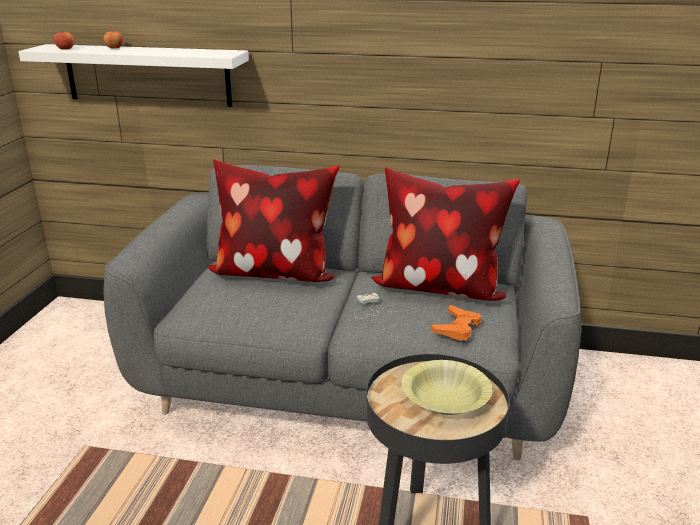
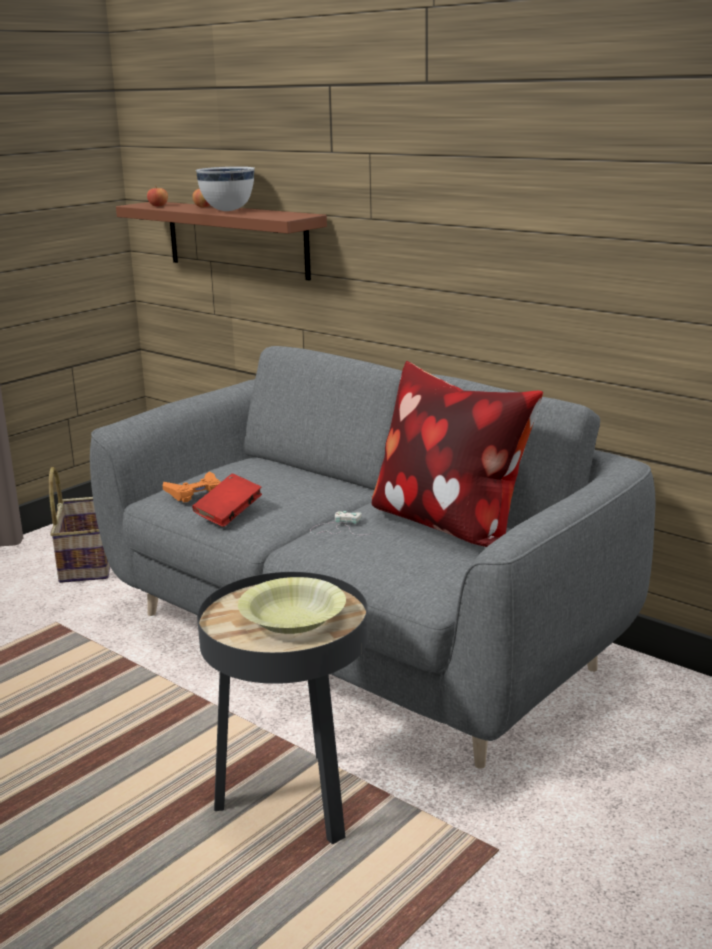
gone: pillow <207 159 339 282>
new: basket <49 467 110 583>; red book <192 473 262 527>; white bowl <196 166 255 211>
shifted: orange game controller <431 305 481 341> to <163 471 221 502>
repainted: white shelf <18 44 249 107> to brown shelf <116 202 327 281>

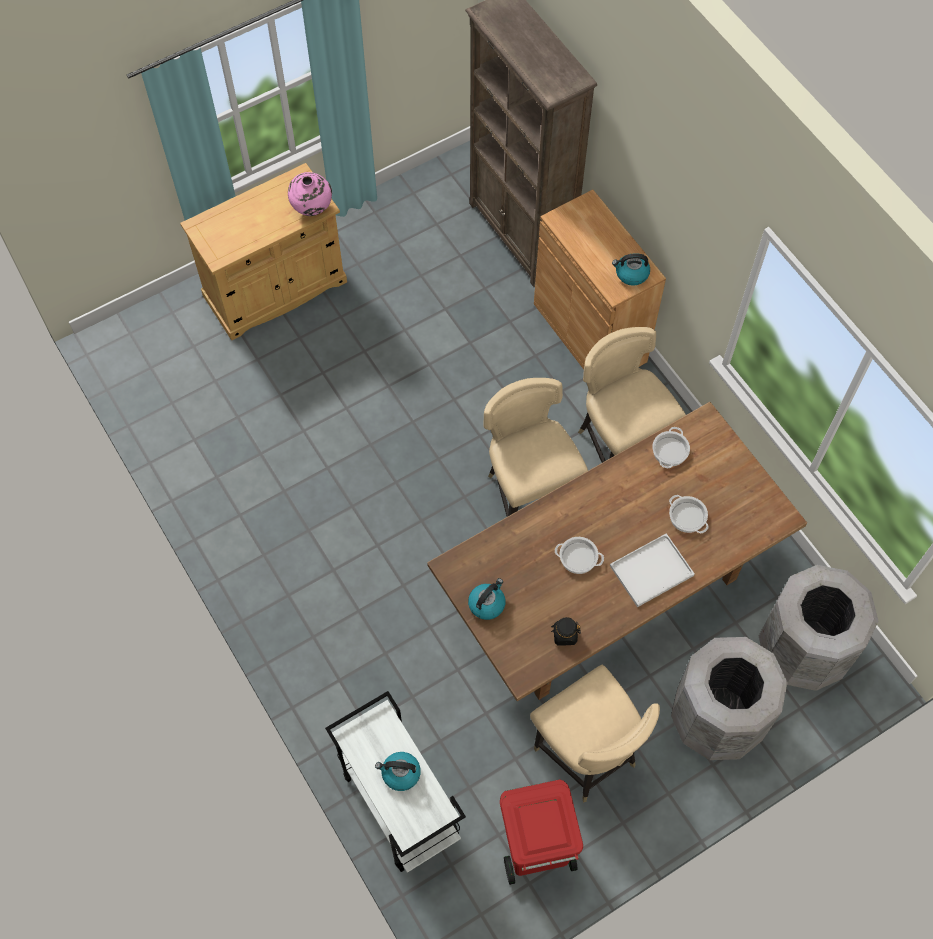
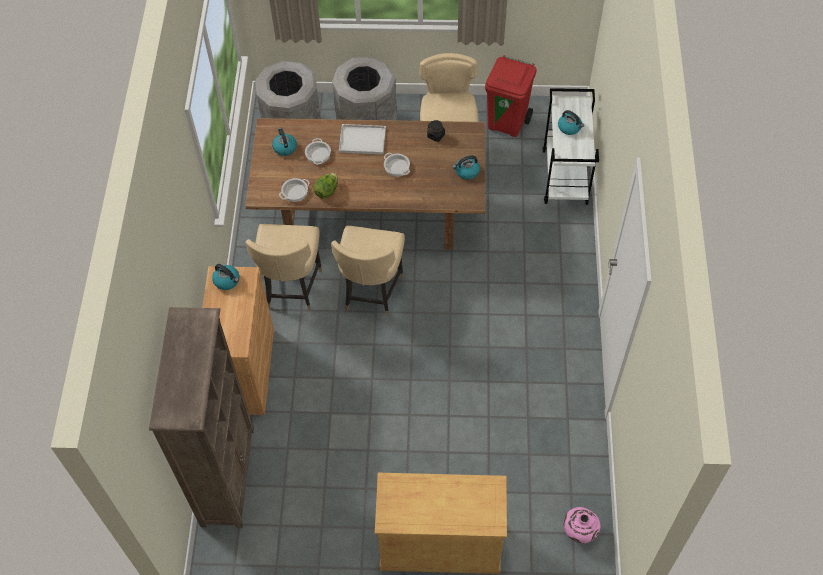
new: kettle <272 128 297 156>; lettuce <313 173 338 199>
shifted: pink vase <288 172 332 216> to <563 507 601 543>

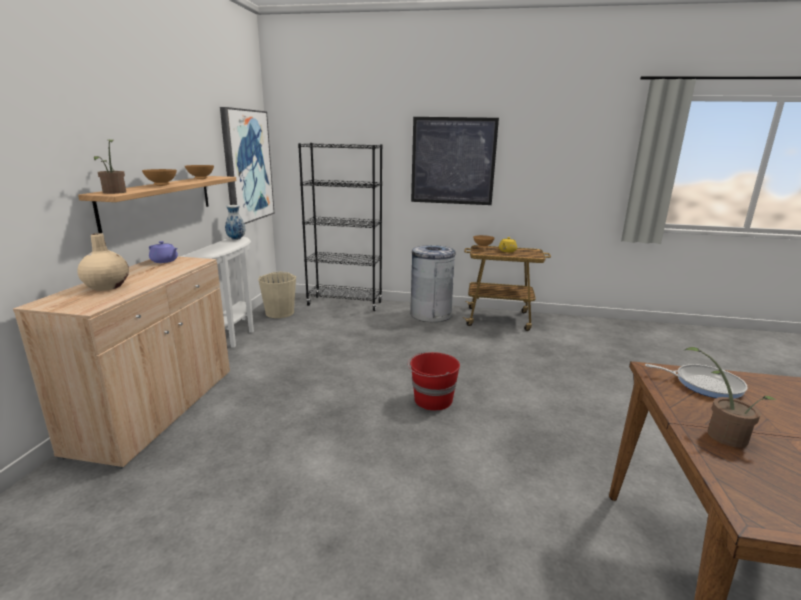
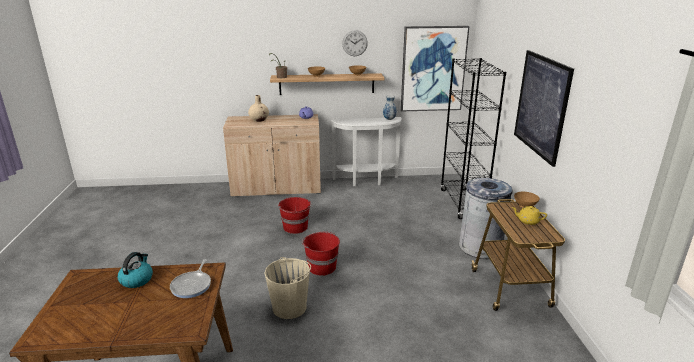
new: red bucket <279 197 311 234>; wall clock <342 30 368 56>
shifted: beige bucket <258 272 296 318> to <265 257 311 319>
swapped: potted plant <685 347 776 448> to kettle <118 252 153 288>

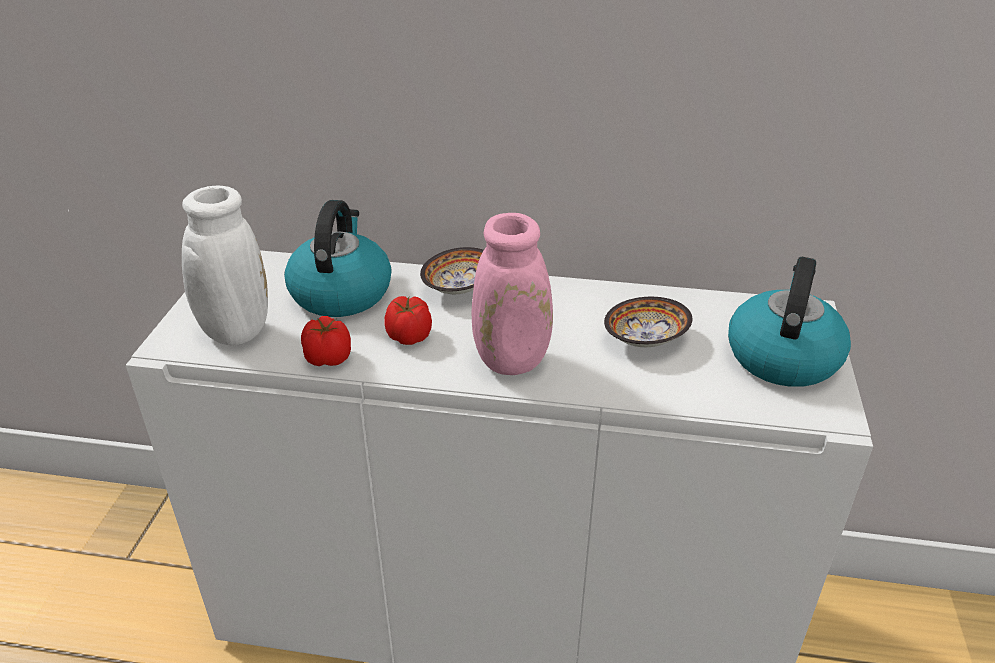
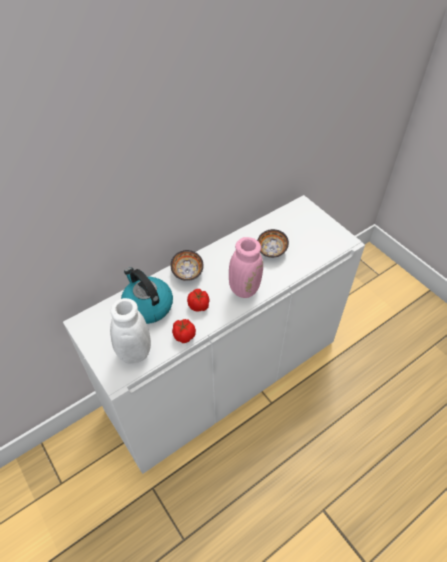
gone: kettle <728 257 851 387>

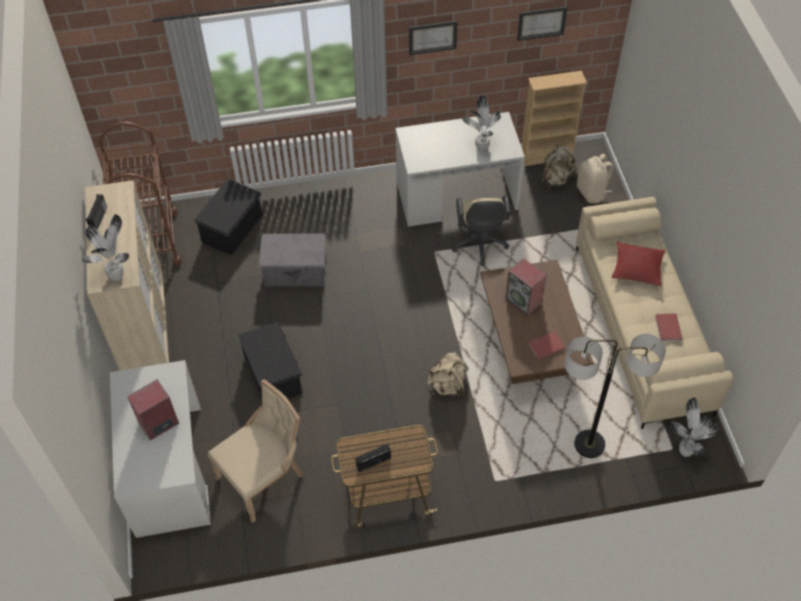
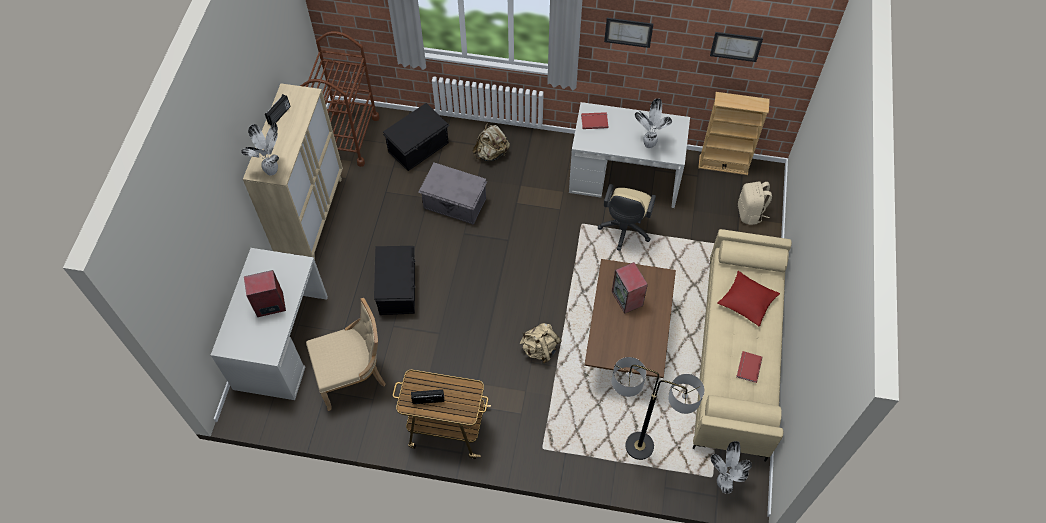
shifted: red book <528 332 566 360> to <581 112 608 129>; beige backpack <542 145 576 188> to <473 123 510 161>

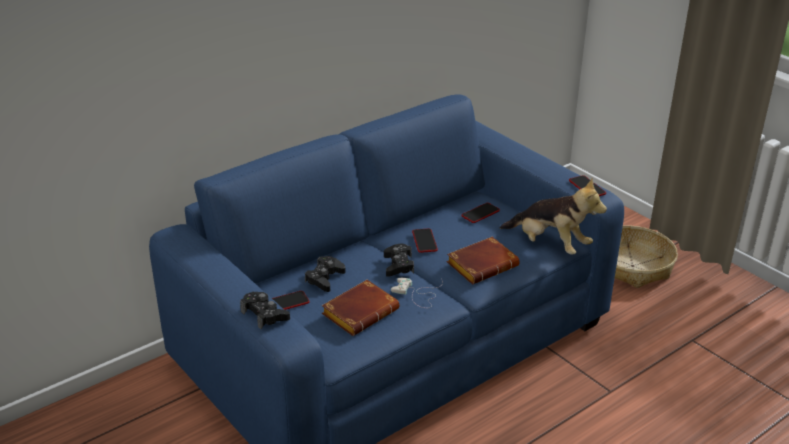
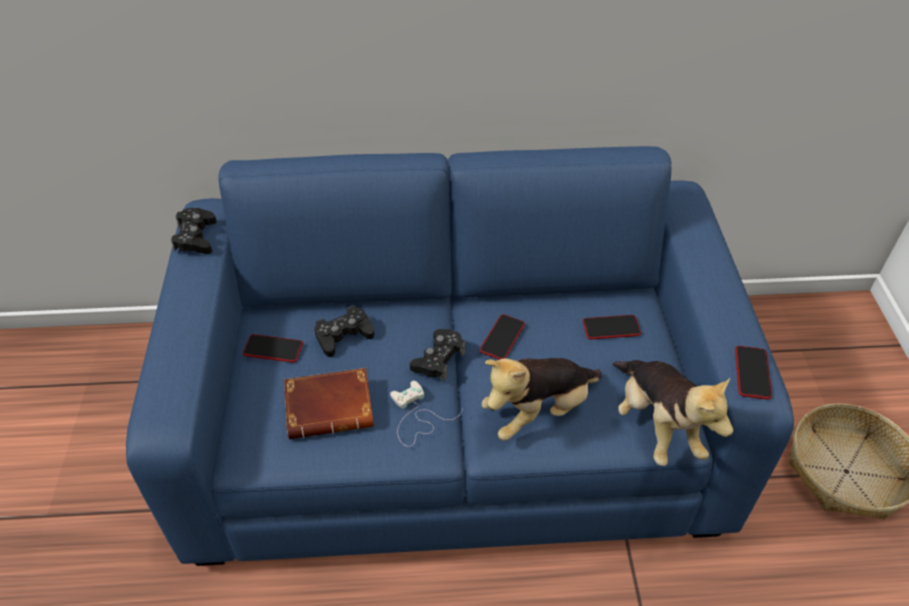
shifted: black game controller <240 291 290 329> to <171 208 217 254>
swapped: brown book <447 237 520 284> to plush toy <482 358 602 441>

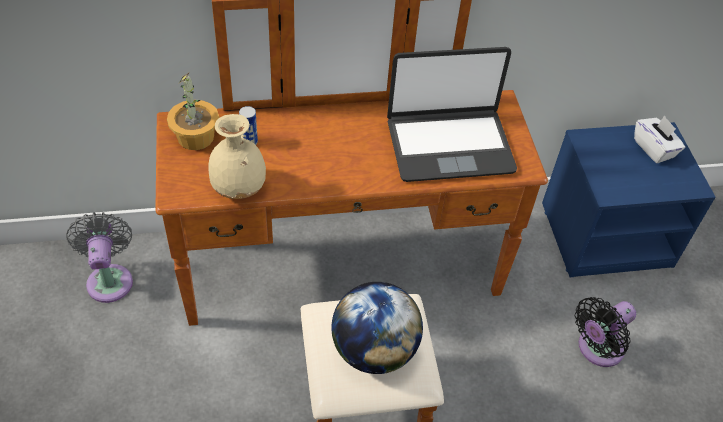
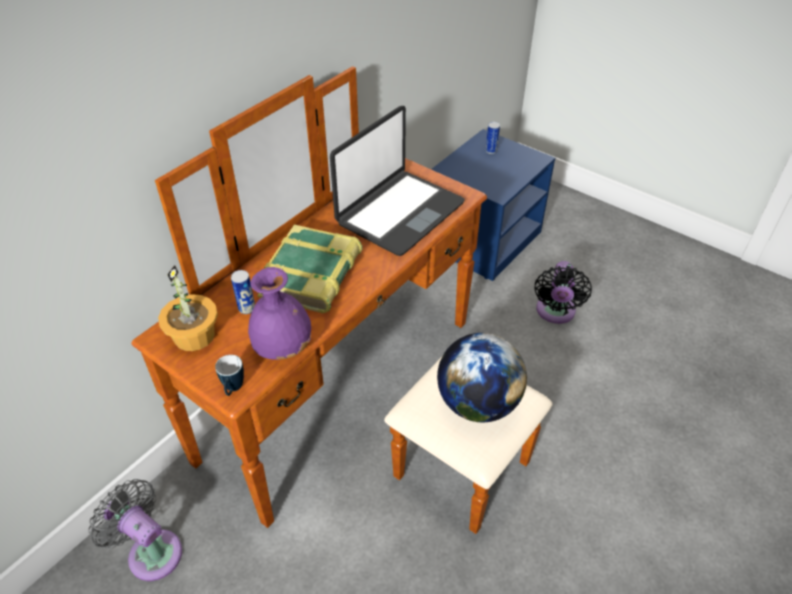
new: mug <215 355 244 396>; book <258 225 363 313>
swapped: white tissue box <634 115 685 163> to can <485 122 500 154>
repainted: beige vase <209 114 266 199> to purple vase <248 267 311 360>

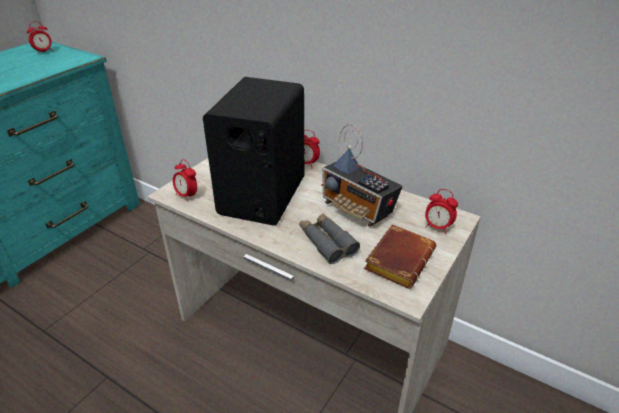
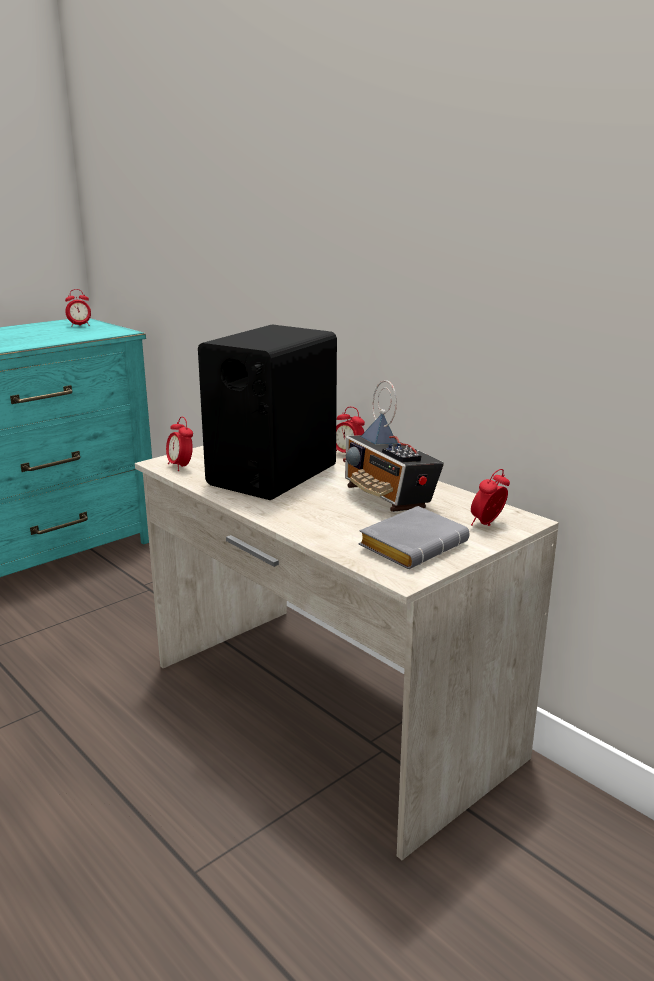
gone: grey binoculars <299 213 360 264>
repainted: brown book <364 224 436 289> to grey book <359 506 469 569>
rotated: alarm clock <425 189 458 234> = <471 469 510 526> 90 degrees clockwise

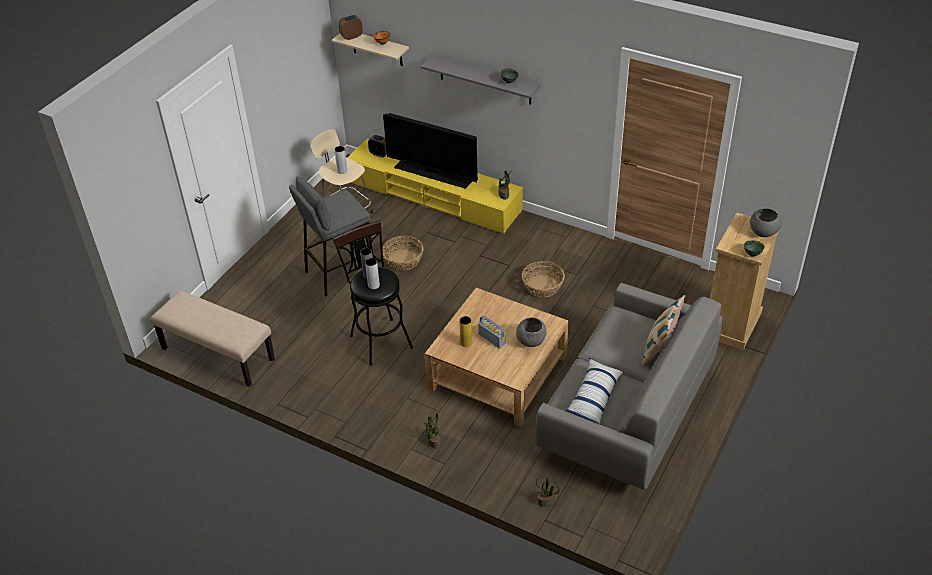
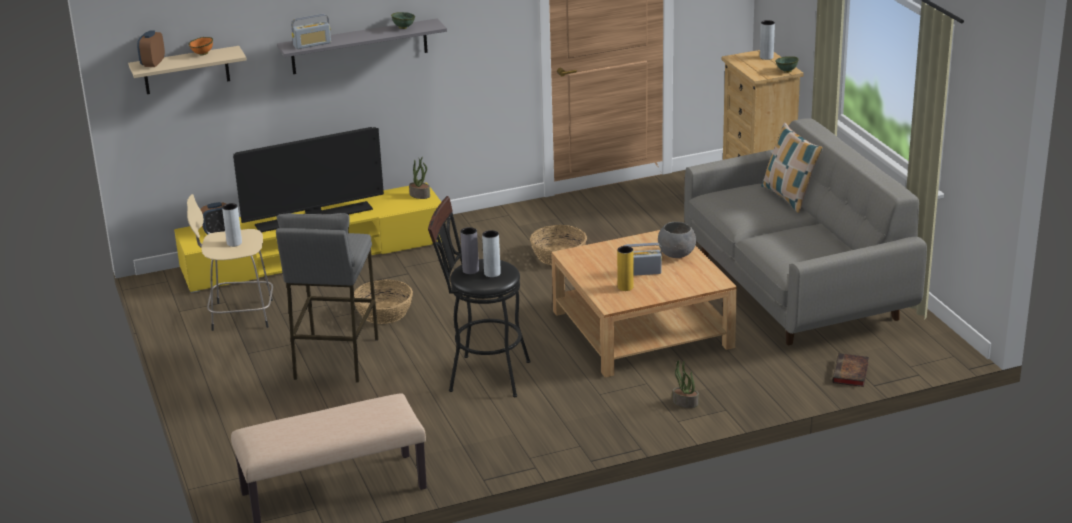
gone: pillow <566 358 624 425>
new: radio <291 14 331 49>
swapped: potted plant <536 478 560 507> to book <832 353 869 387>; grey bowl <750 208 781 237> to grey vase <760 20 775 60>

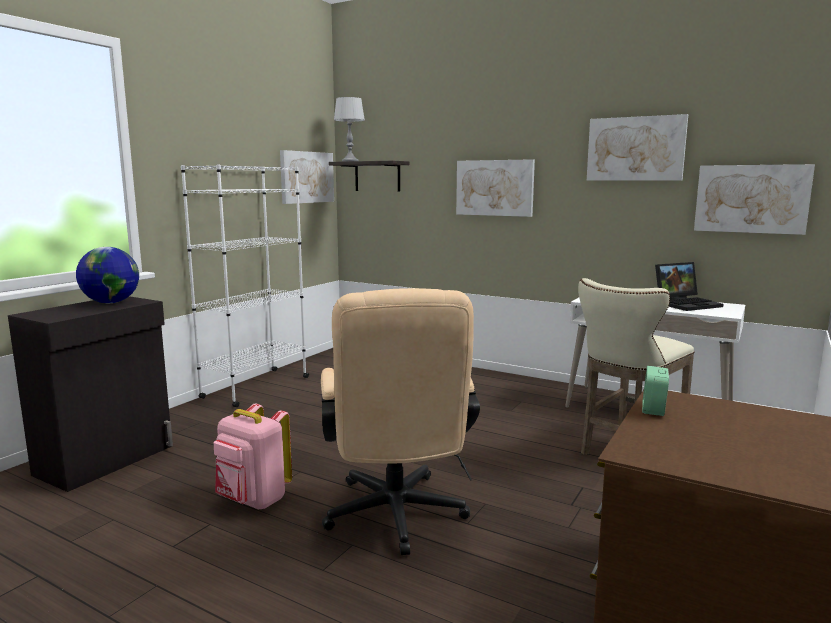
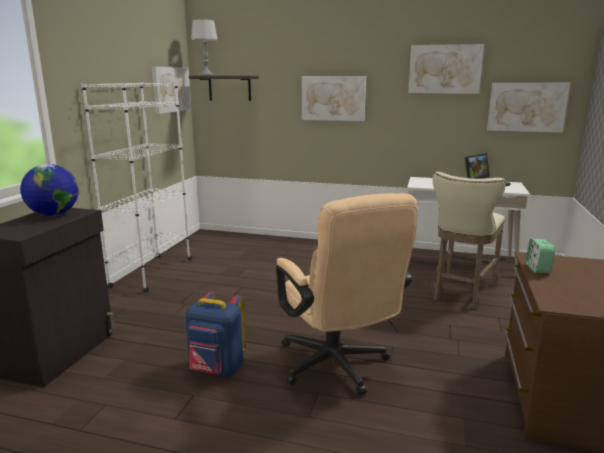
repainted: pink backpack <214 404 292 509> to blue backpack <185 292 245 377>

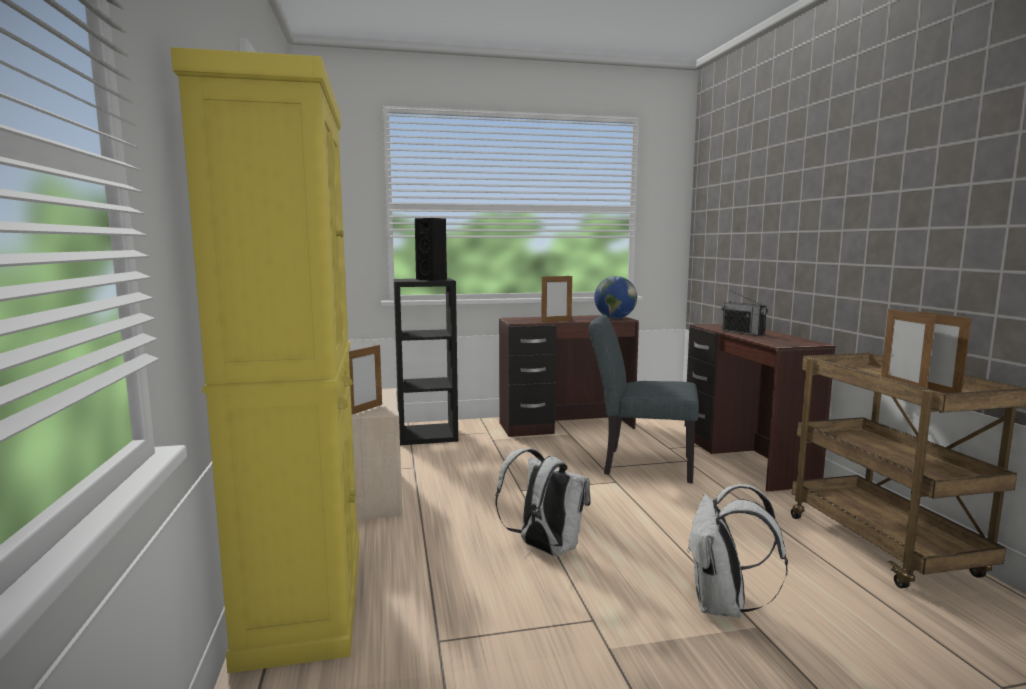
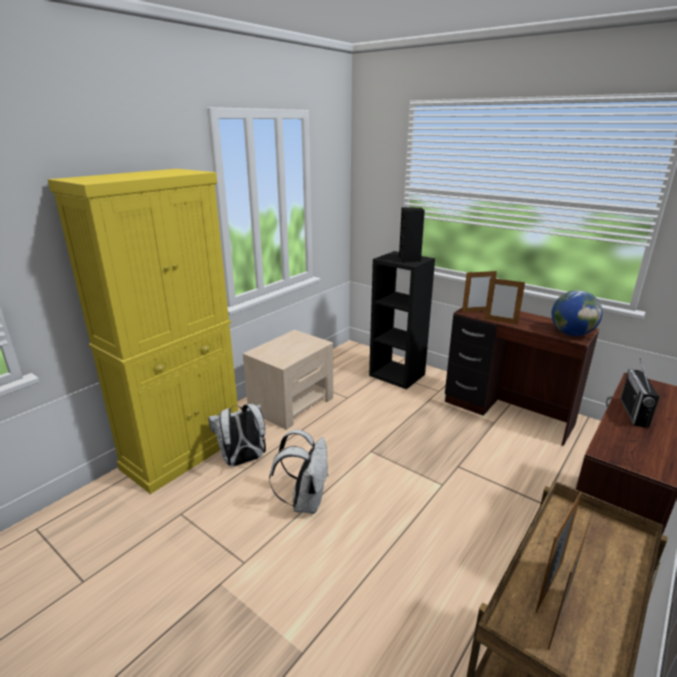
gone: grey chair <588 315 699 483>
shifted: picture frame <349 345 382 415> to <462 270 497 313>; white backpack <687 484 788 618> to <208 404 266 466>

